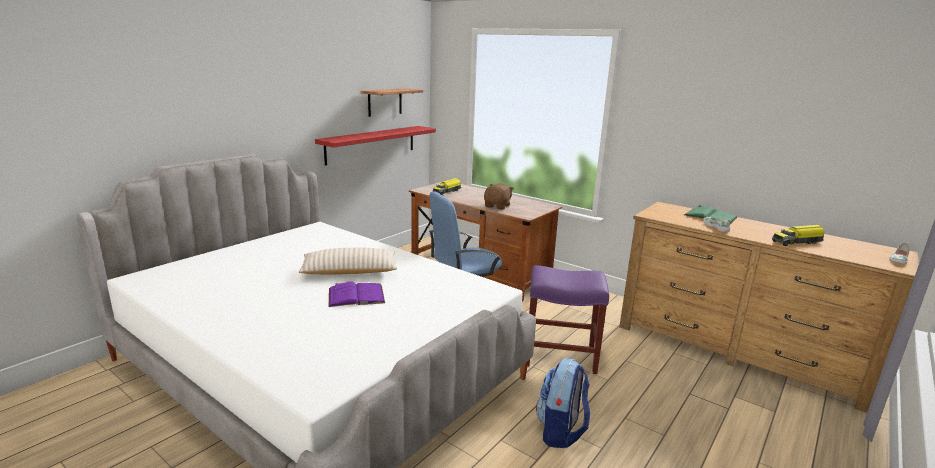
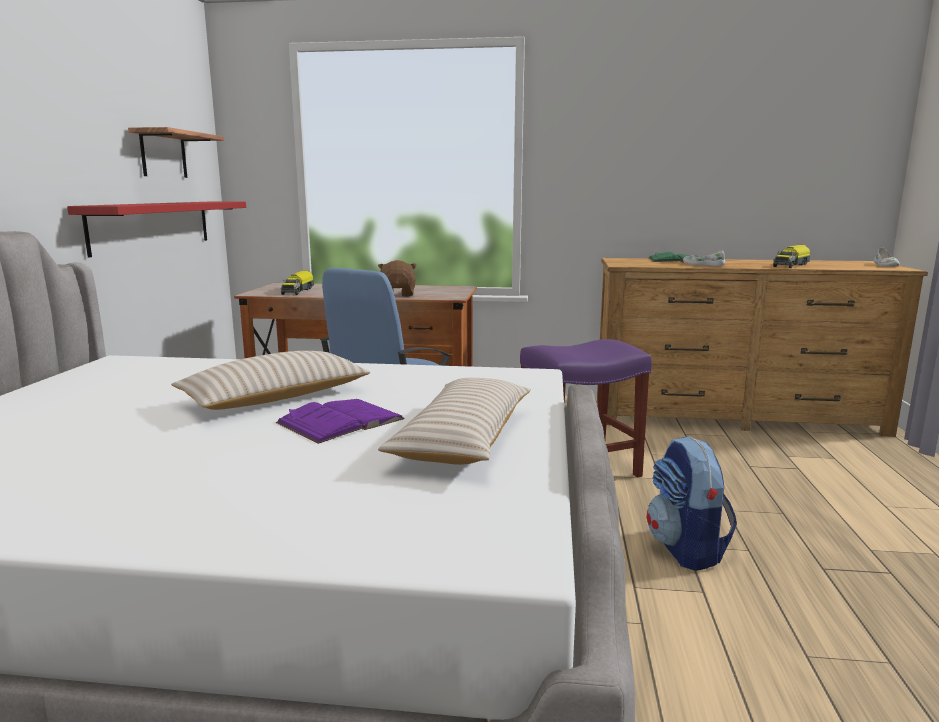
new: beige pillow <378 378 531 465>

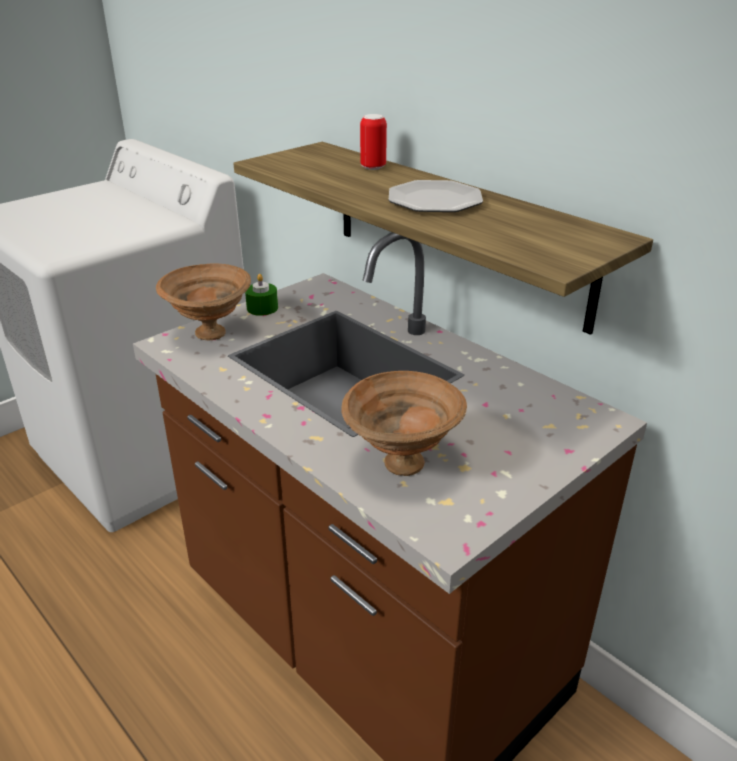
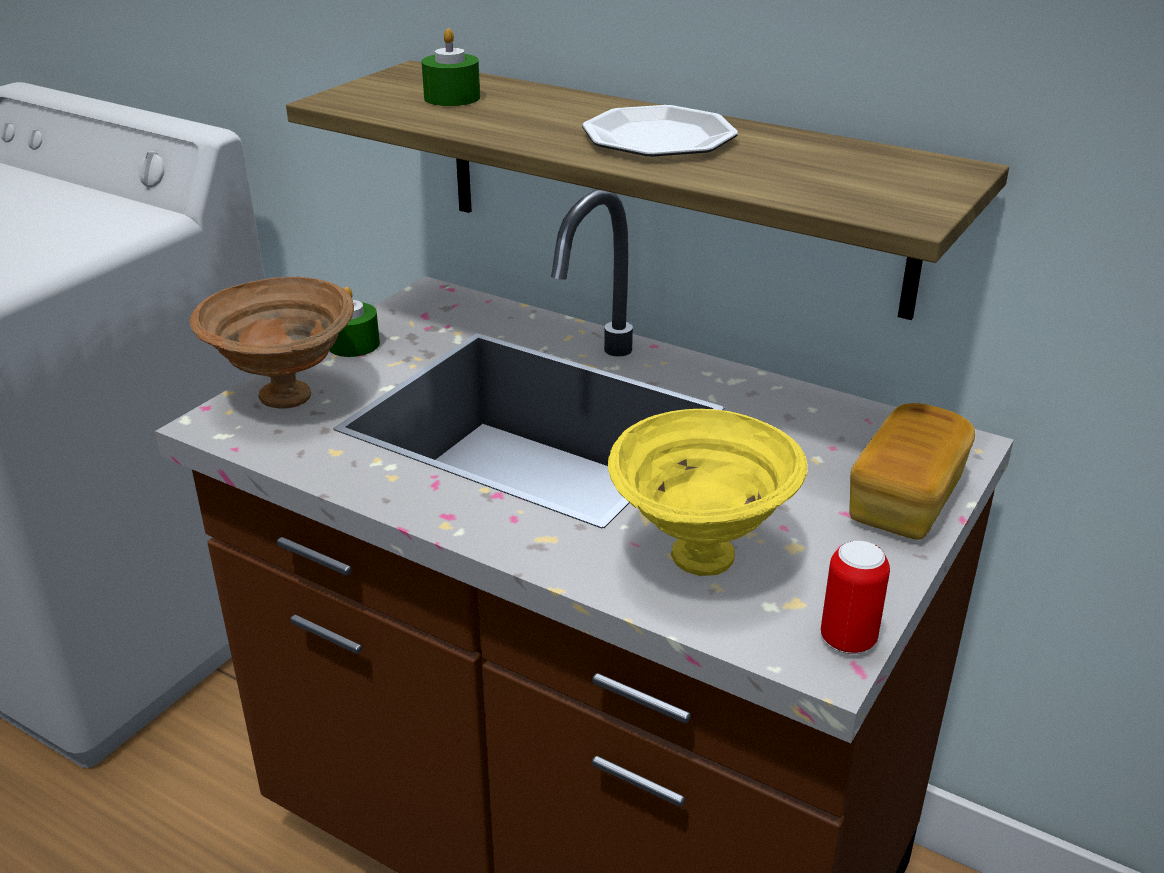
new: green candle <422 28 480 106>; bread <849 403 975 540>
shifted: can <360 114 387 170> to <821 541 890 654>
repainted: brown bowl <341 371 467 476> to yellow bowl <608 409 808 576>

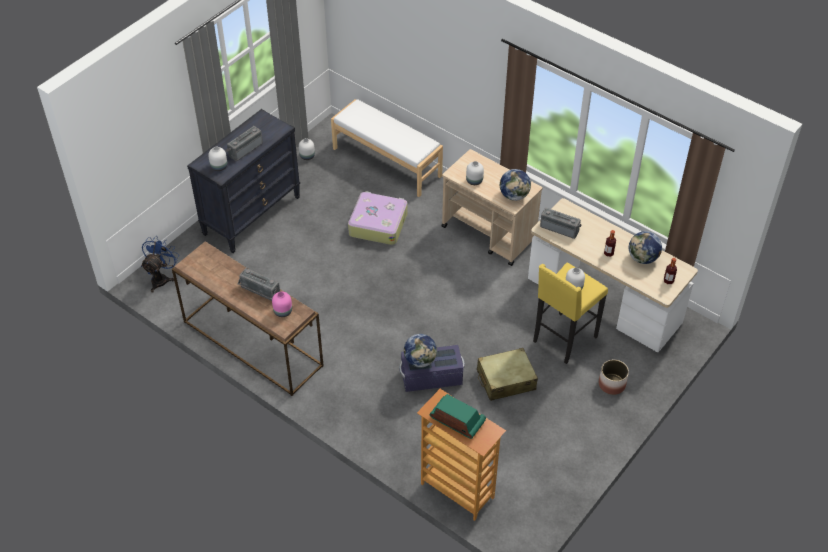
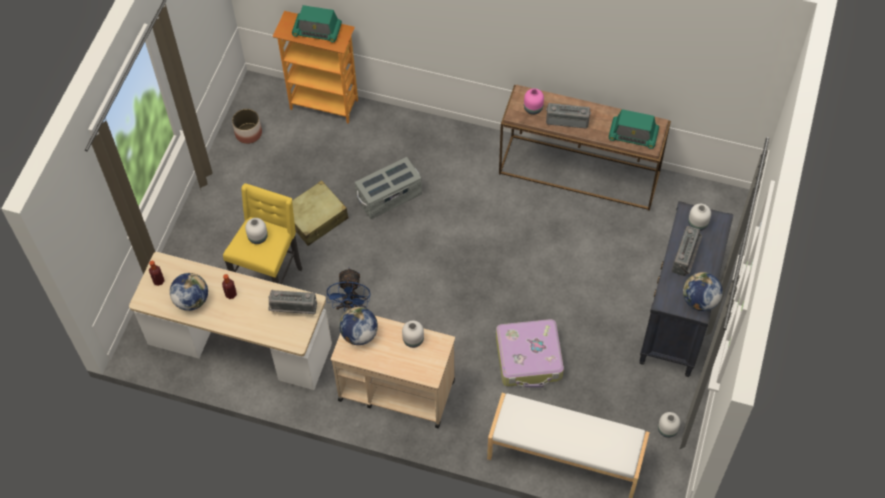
new: radio <609 109 659 149>
shifted: blue fan <141 236 179 293> to <327 268 371 312>; globe <404 334 437 367> to <683 272 723 311>; planter <599 360 629 395> to <232 109 262 144>
repainted: purple storage box <399 345 465 392> to grey storage box <355 157 422 219>

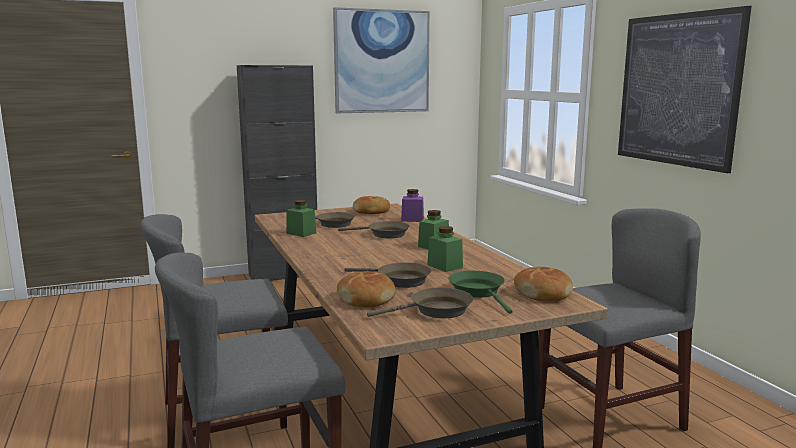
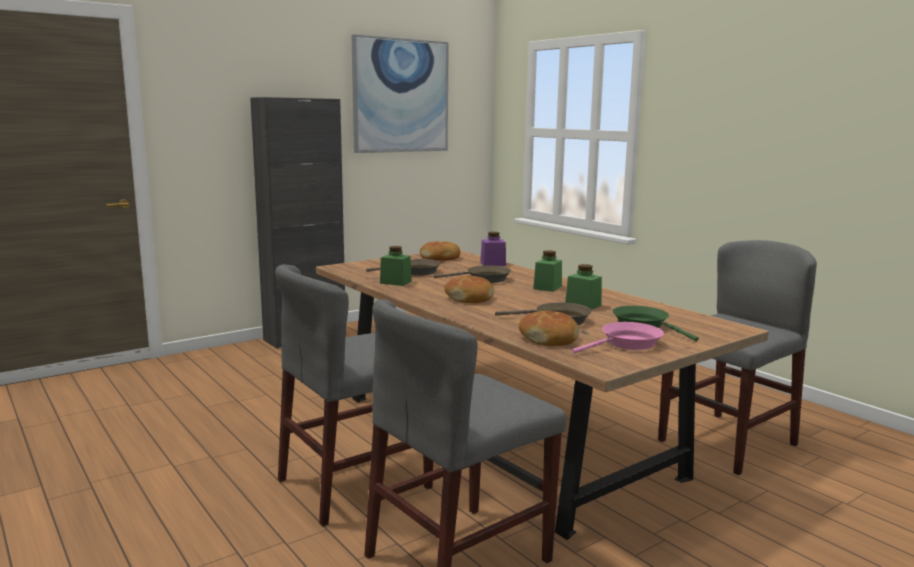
gone: picture <618 6 752 173>
shifted: bread <514 267 573 302> to <445 276 494 303>
repainted: brown frying pan <367 287 473 318> to pink frying pan <572 322 664 354>

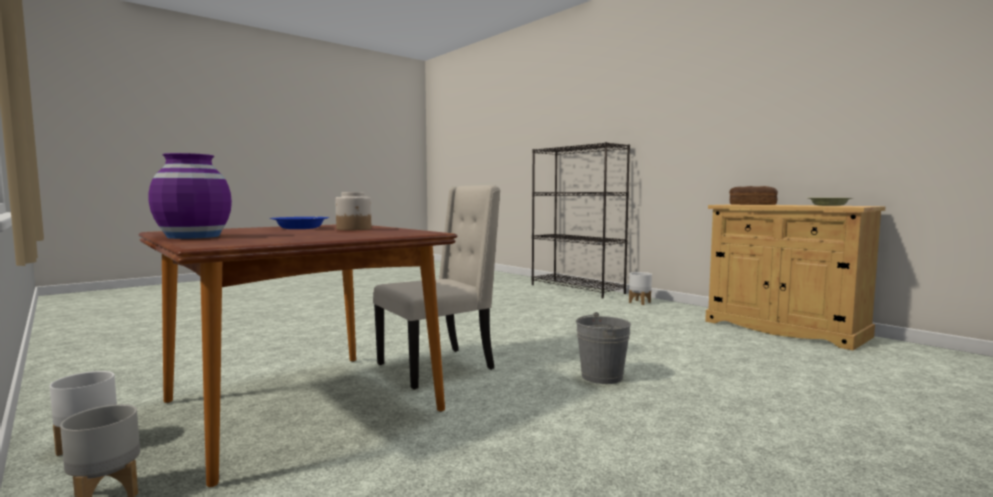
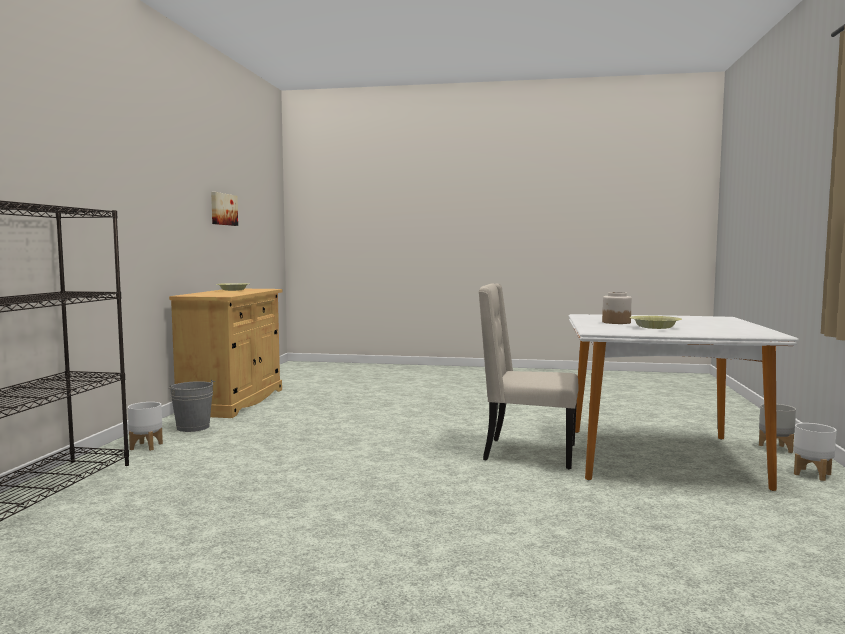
gone: purple vase <149 153 232 239>; bread <729 186 778 205>
new: picture <211 192 238 226>
shifted: grey bucket <576 312 631 384> to <169 380 215 432>
repainted: brown dining table <139 224 457 487> to white dining table <569 314 799 491>; blue bowl <270 217 330 229> to yellow bowl <629 316 682 329>

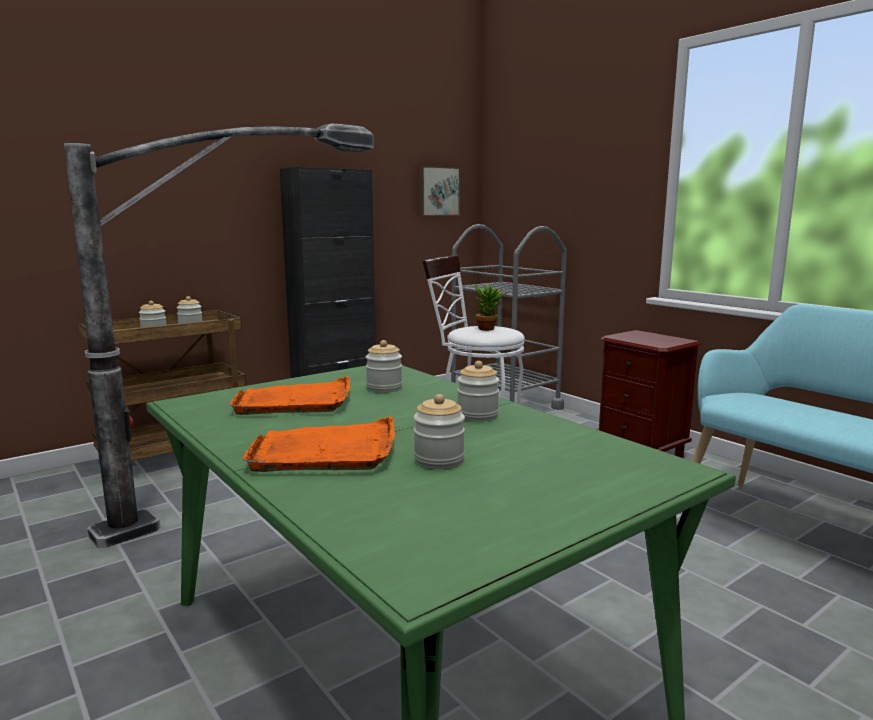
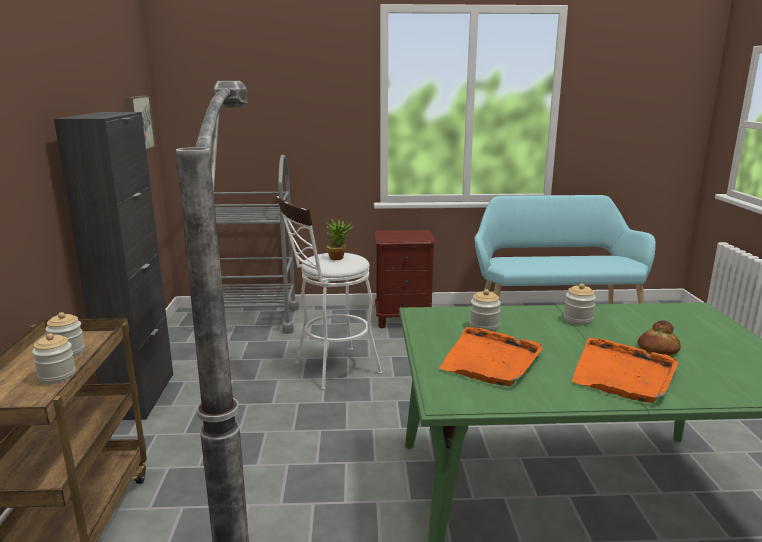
swapped: jar <414 394 465 469> to bread <637 320 681 355>

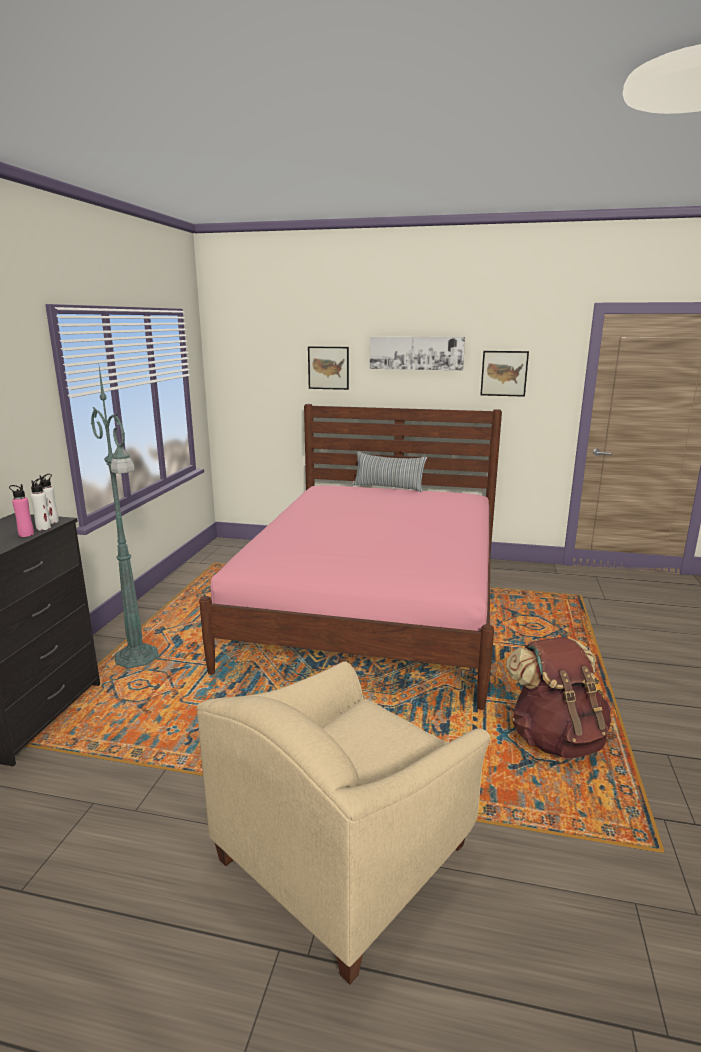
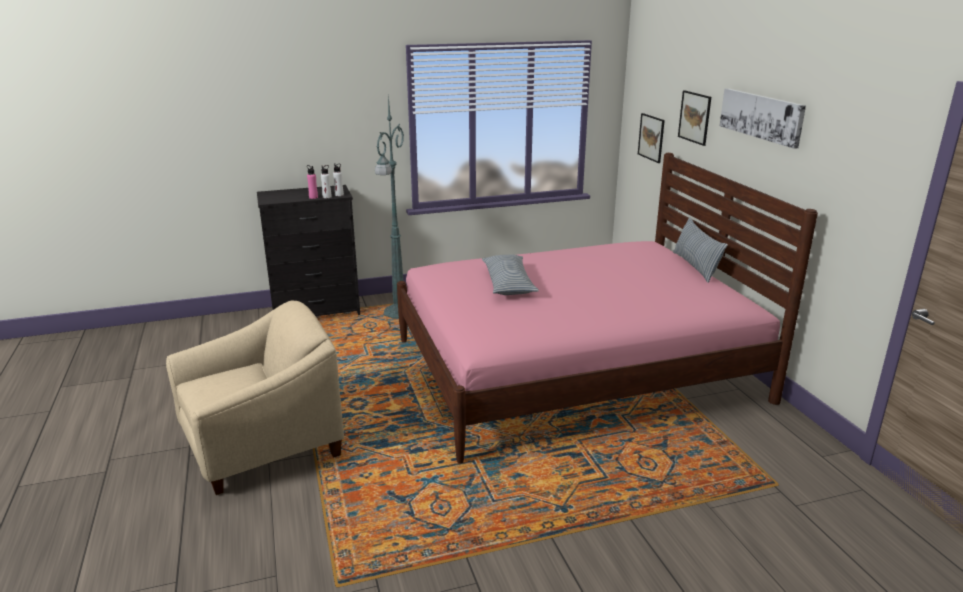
gone: brown backpack <506 637 611 759>
new: pillow <482 254 539 295>
shifted: picture <480 351 529 397> to <638 113 665 163>
rotated: beige armchair <197 661 491 985> = <166 300 344 495> 135 degrees clockwise

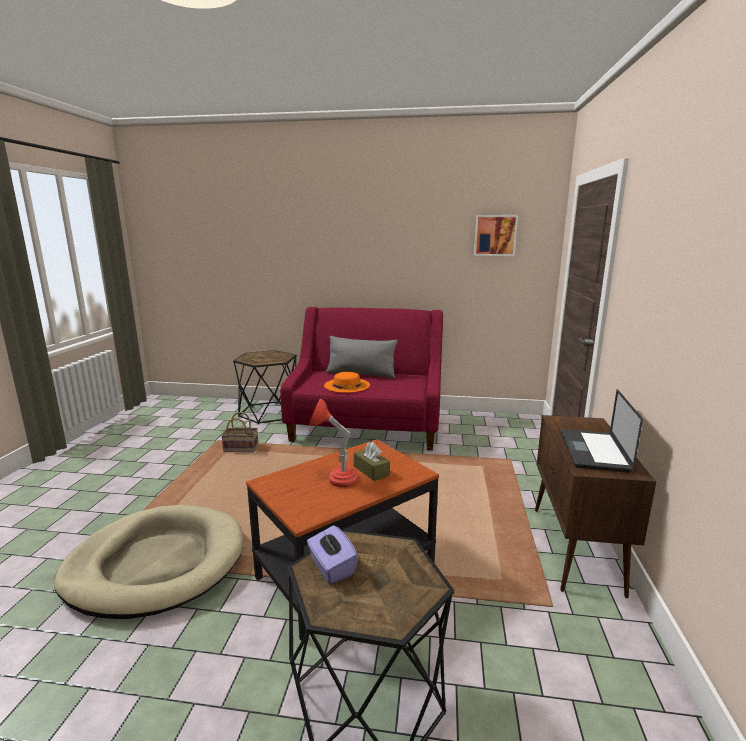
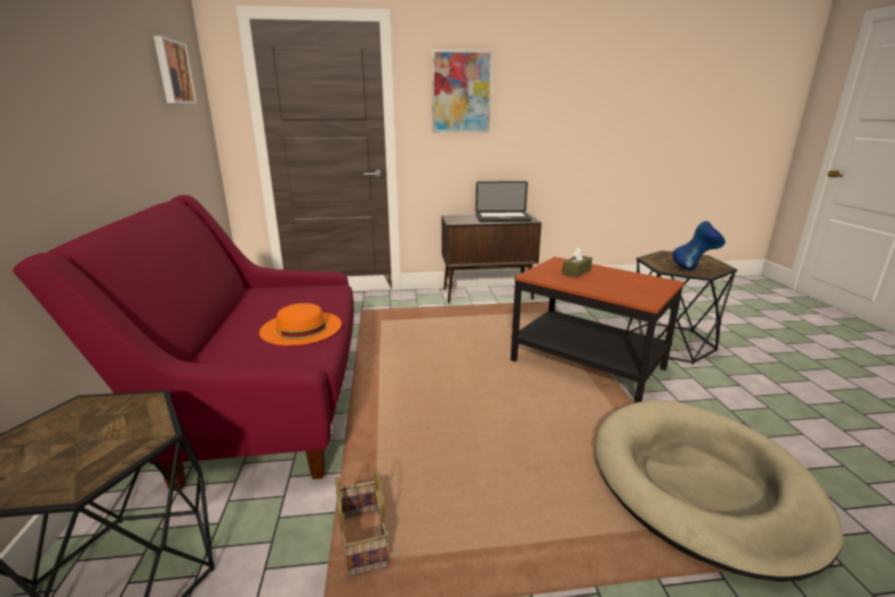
gone: red table lamp <309 399 359 487>; grey pillow <326 336 398 378>
new: picture <432 50 492 132>
swapped: purple tissue box <307 525 358 584> to blue vase <672 221 726 270>

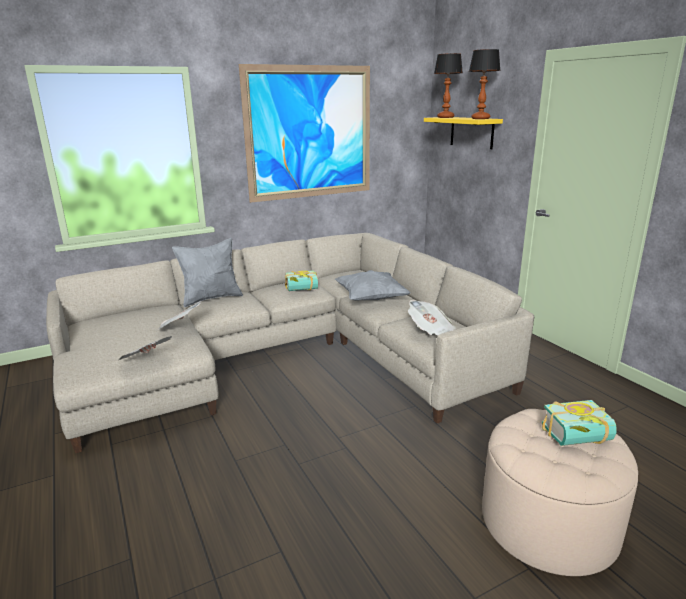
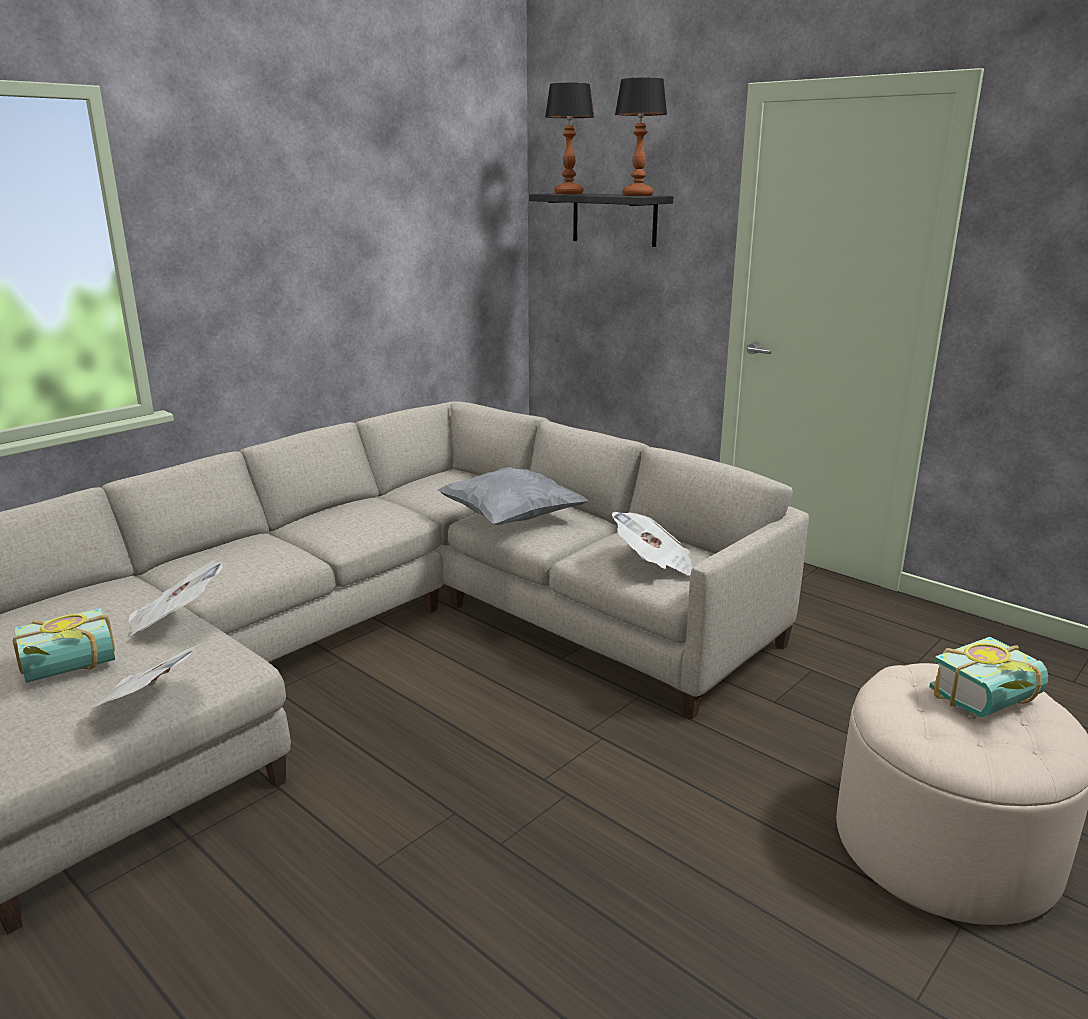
gone: grey pillow <172 238 243 307>; picture <239 64 370 203>
shifted: book <285 270 318 291> to <13 608 115 683>
repainted: yellow shelf <424 117 503 149> to black shelf <529 193 673 247>

